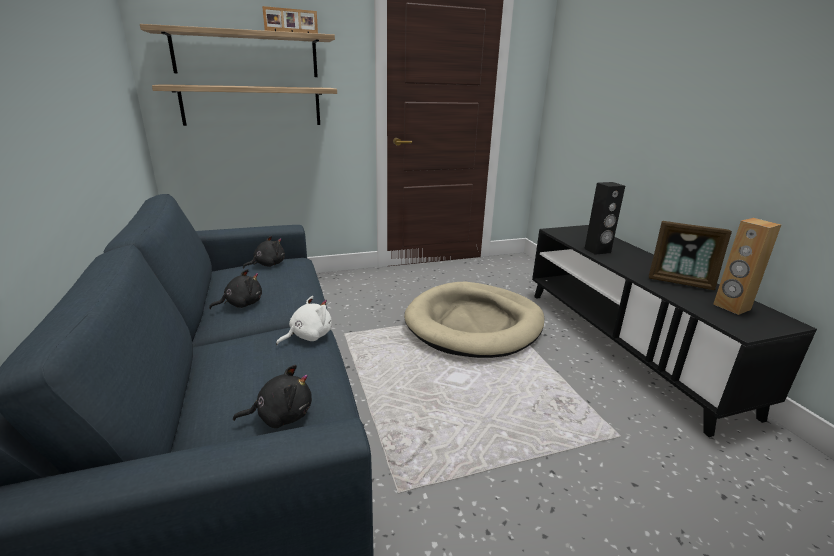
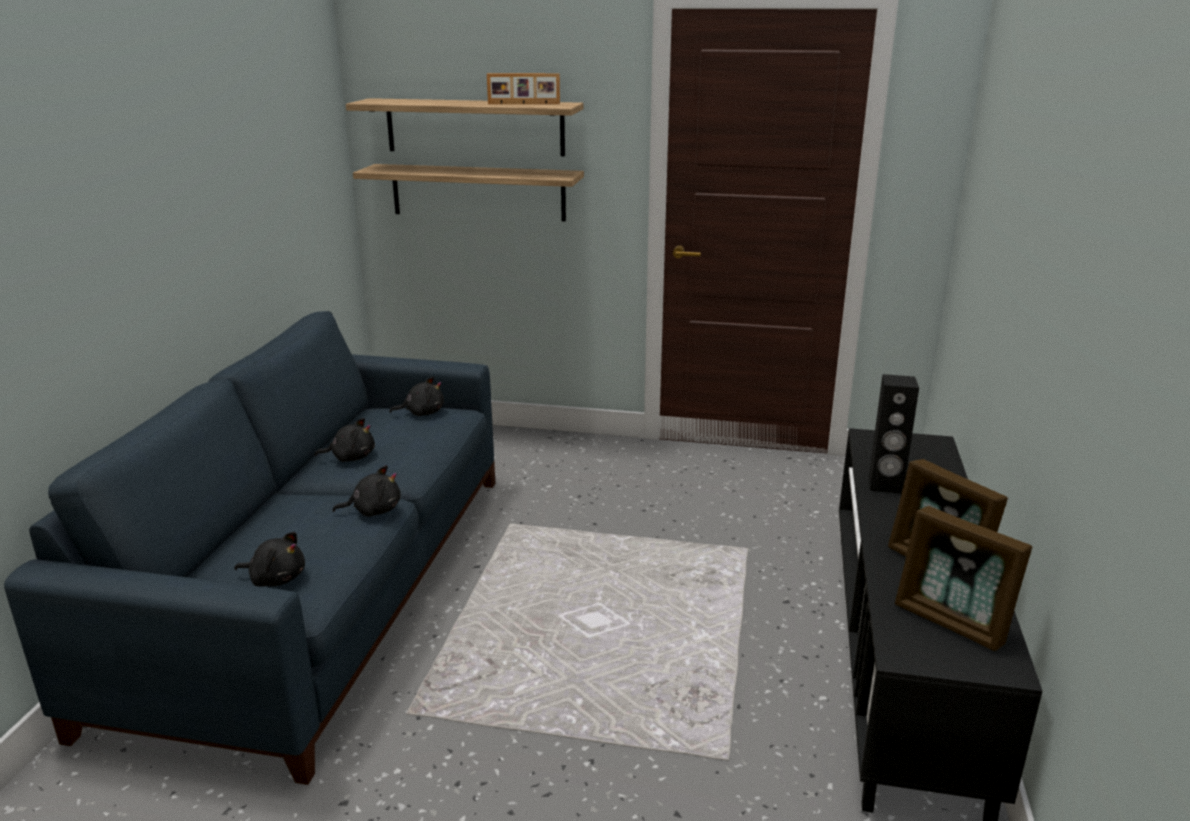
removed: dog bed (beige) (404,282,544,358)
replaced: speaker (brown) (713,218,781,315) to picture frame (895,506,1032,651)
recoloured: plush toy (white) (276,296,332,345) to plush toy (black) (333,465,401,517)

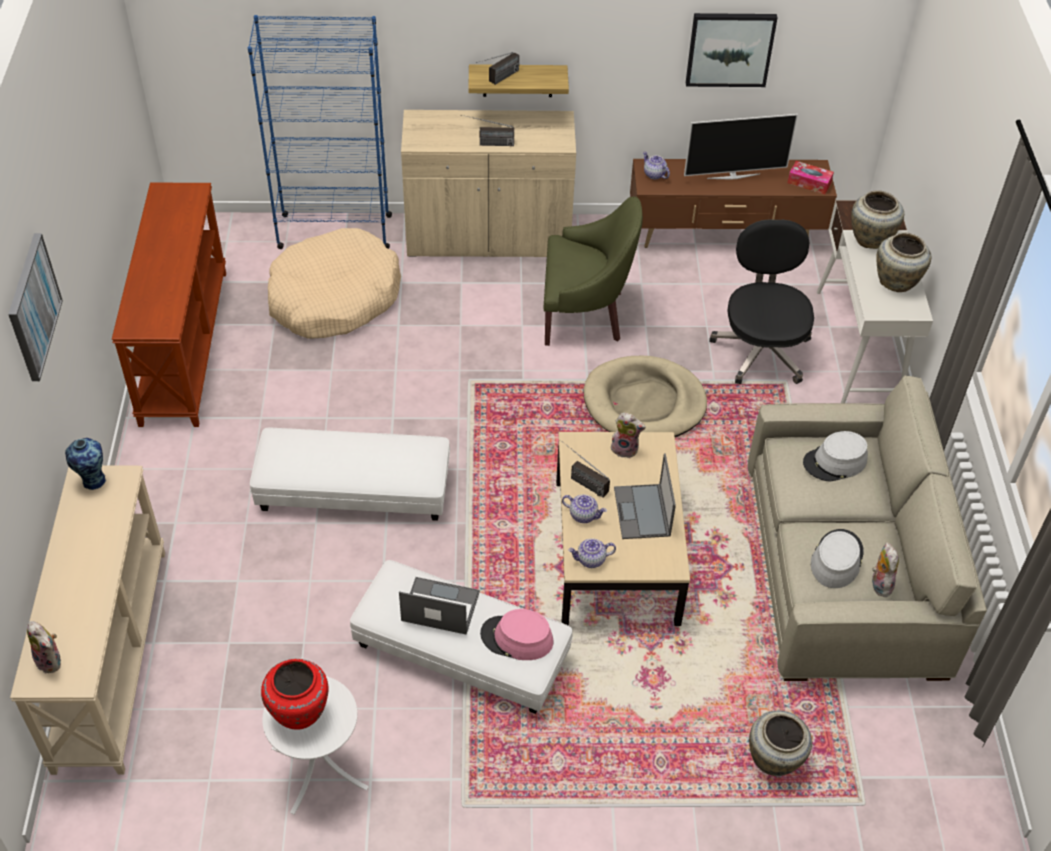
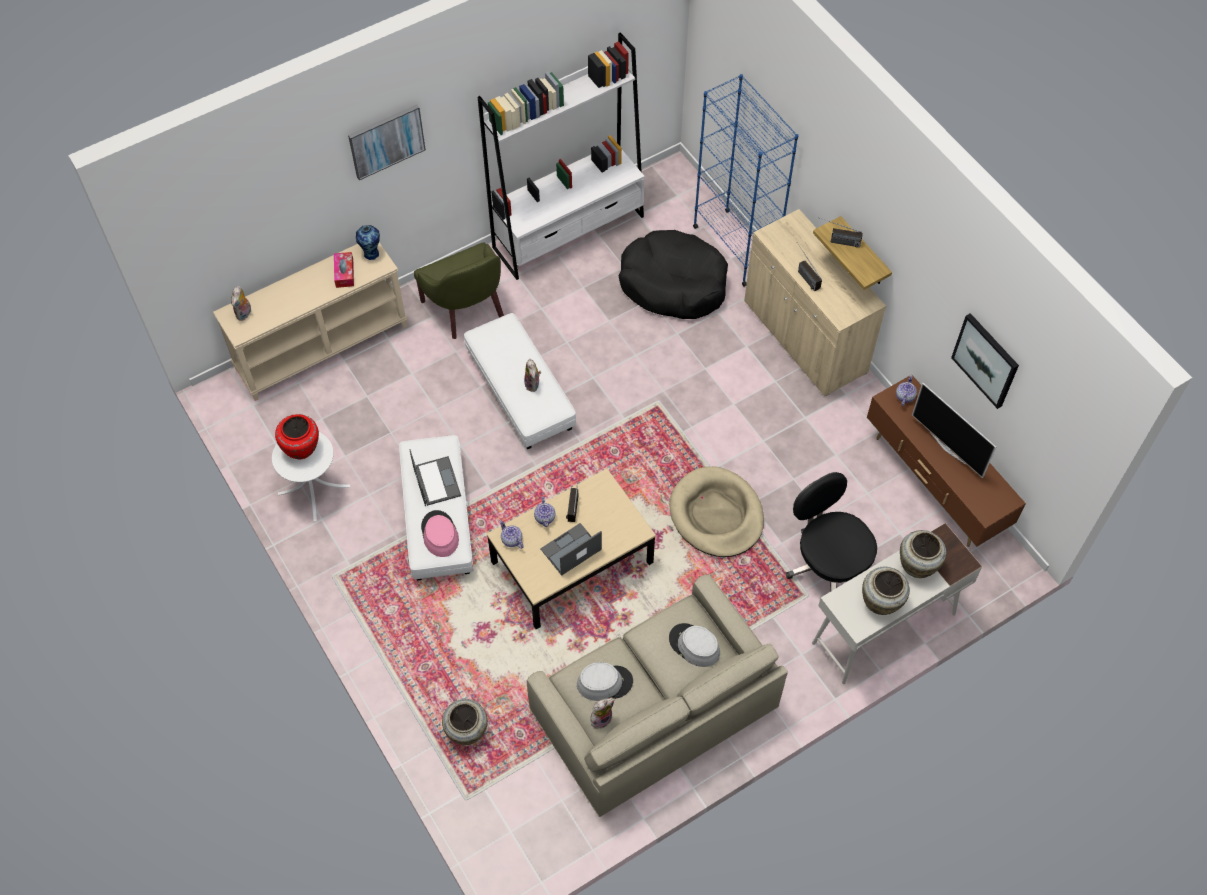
moved: armchair (green) (544,196,643,346) to (414,243,504,339); plush toy (611,413,646,459) to (524,359,541,392); tissue box (787,161,834,194) to (334,252,354,288)
replaced: console table (brown) (111,182,226,427) to bookcase (white) (478,33,645,280)
recoloured: dog bed (beige) (268,228,401,339) to dog bed (black) (618,230,728,319)
turned: office chair (black) (709,219,814,384) = (786,472,877,591) 90 degrees counterclockwise

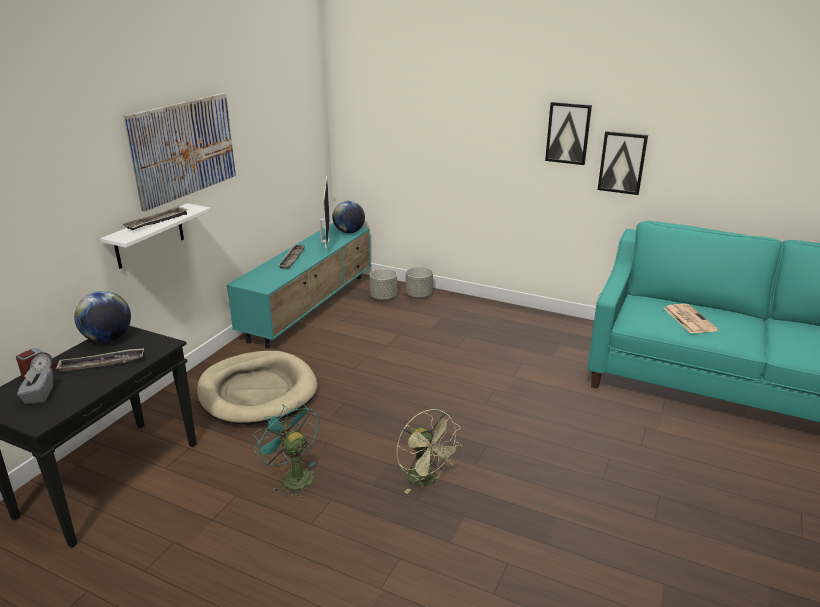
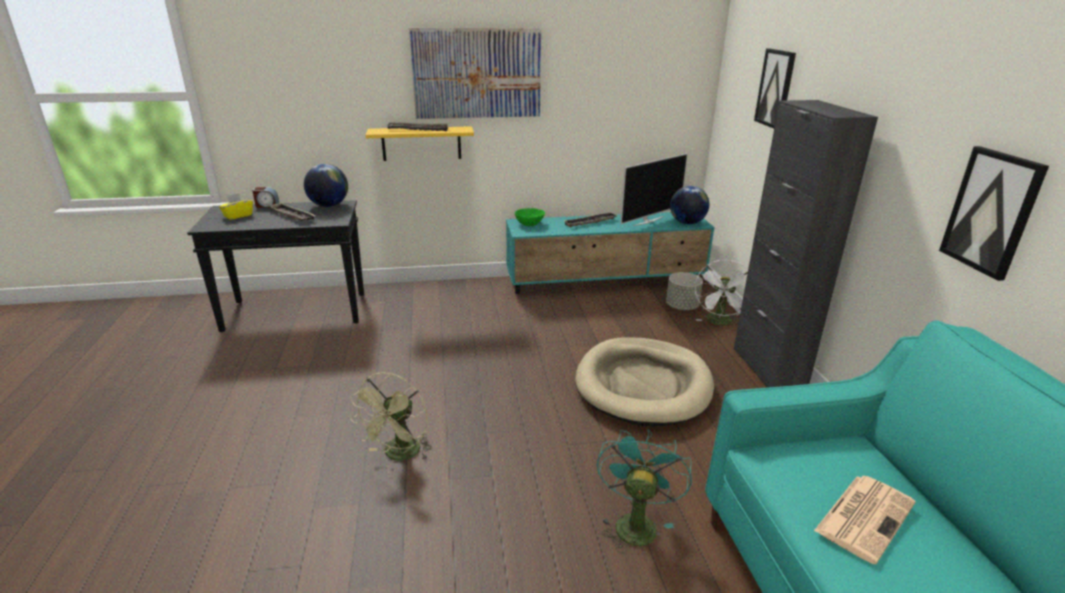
added: bowl (green) (515,208,545,226); cabinet (black) (734,100,878,387)
moved: dog bed (beige) (197,351,317,425) to (575,337,714,427); fan (turquoise) (253,401,320,498) to (597,430,692,554); picture (545,102,592,165) to (754,49,796,128)
replaced: planter (grey) (406,267,433,298) to fan (white) (695,260,748,325)
recoloured: tissue box (grey) (17,367,53,404) to tissue box (yellow) (219,193,253,220); shelf (white) (100,203,211,269) to shelf (yellow) (366,126,474,161)

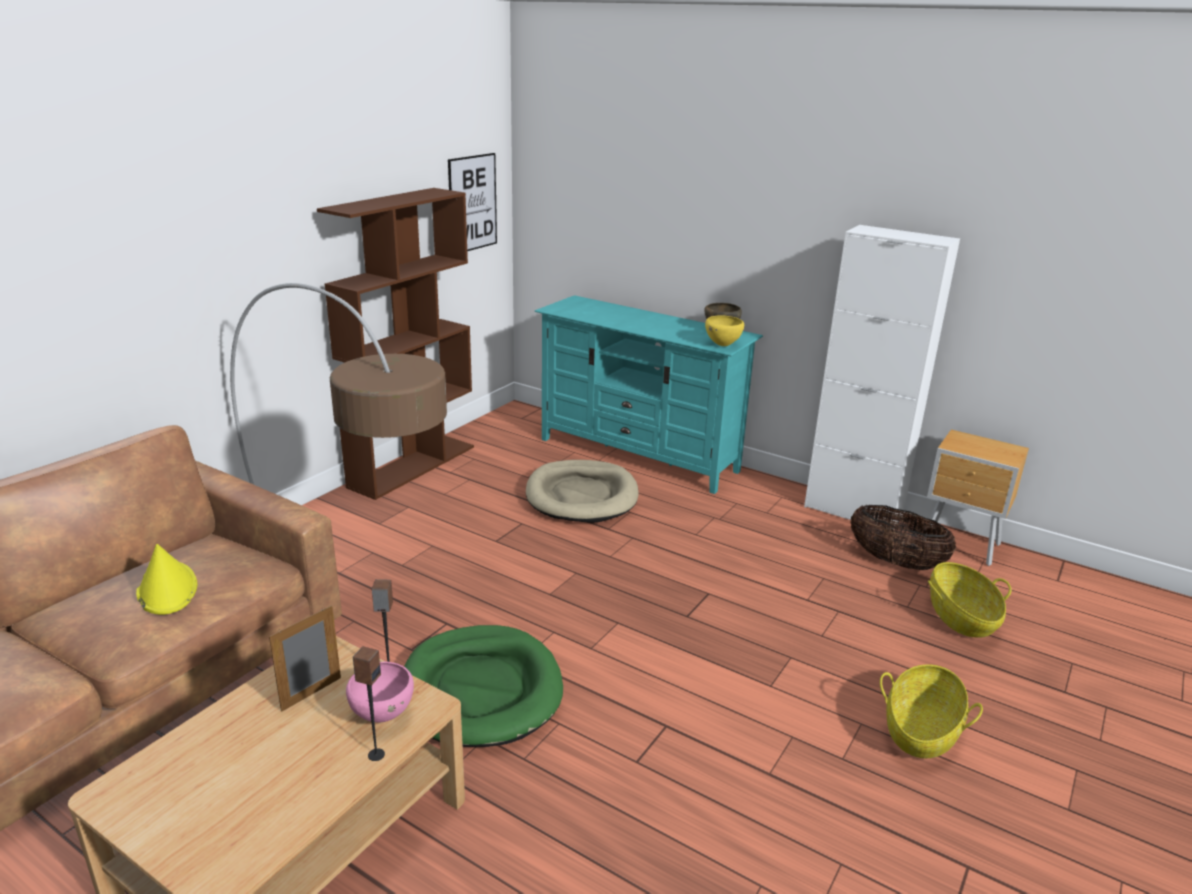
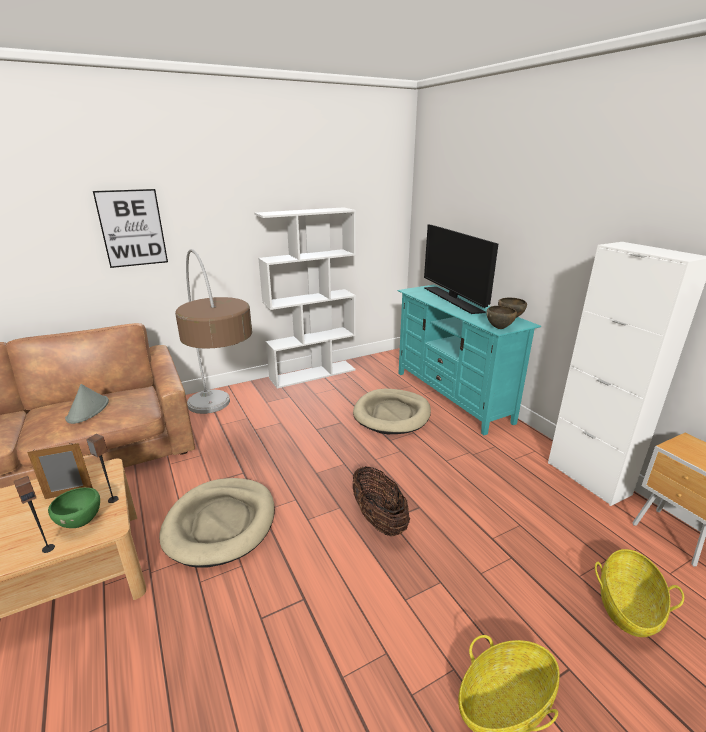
added: television (424,224,498,314)
moved: picture (448,153,497,251) to (93,189,168,268); basket (850,505,957,570) to (353,466,410,537)
recoloured: hat (yellow) (136,544,197,615) to hat (grey) (65,384,109,424); bookcase (brown) (317,188,474,500) to bookcase (white) (254,207,356,389); bowl (pink) (346,662,414,722) to bowl (green) (48,487,100,528); dog bed (green) (404,625,563,747) to dog bed (beige) (159,478,275,568); bowl (yellow) (705,315,744,346) to bowl (brown) (486,306,517,329)

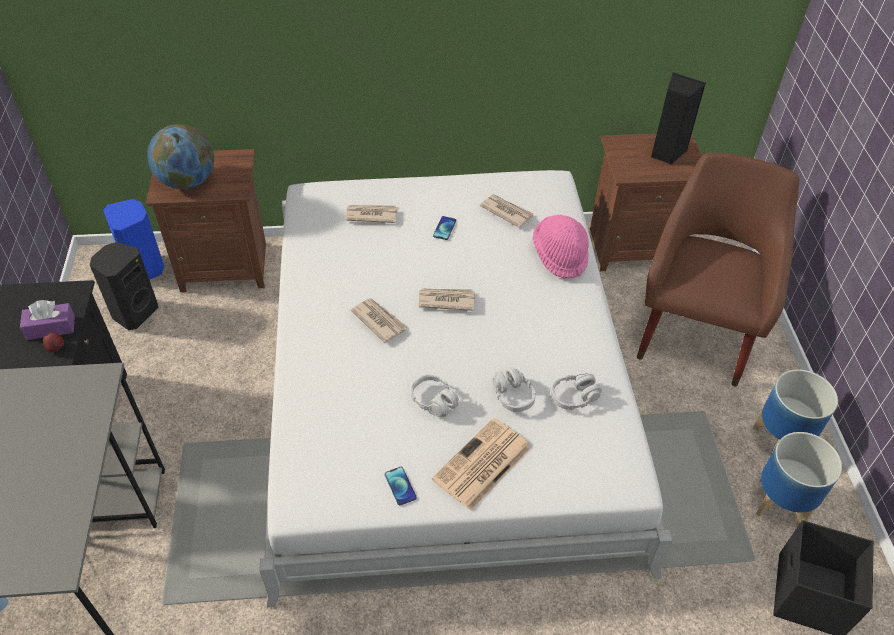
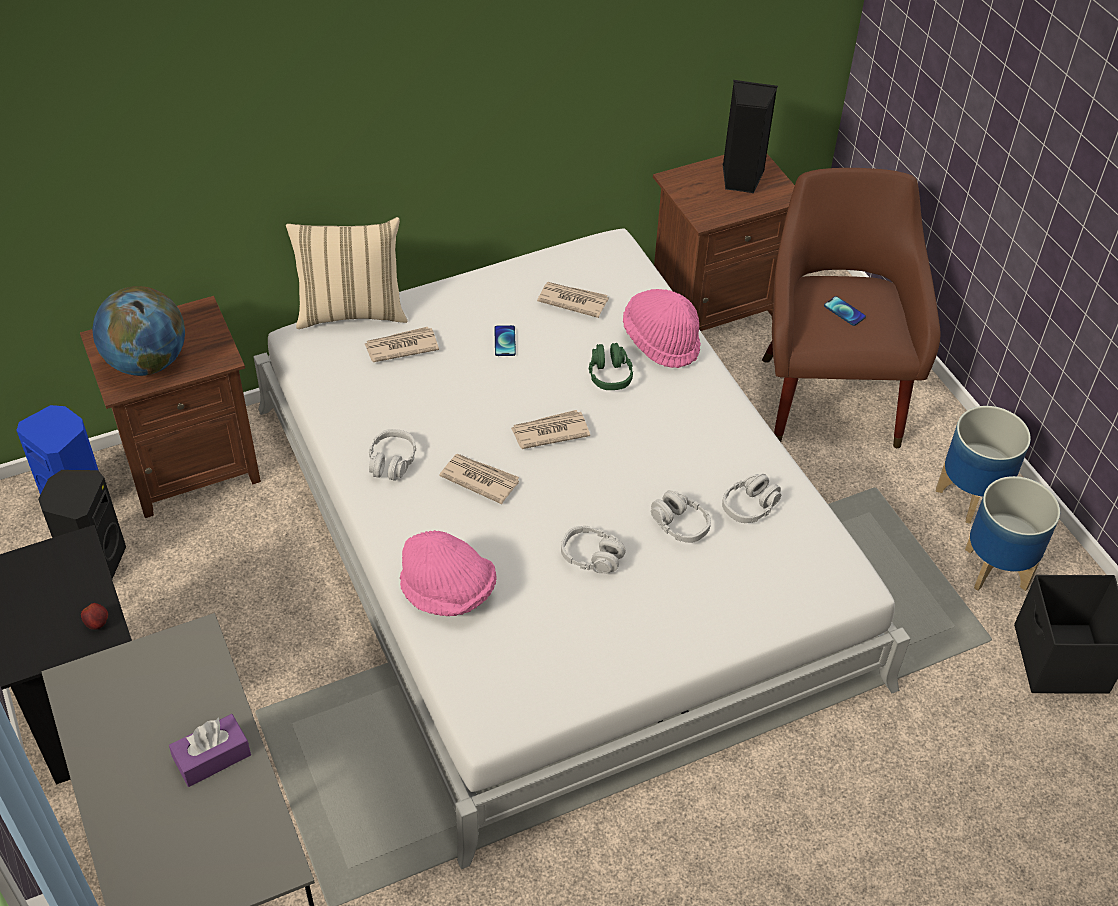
removed: newspaper (432,417,532,511)
added: pillow (beige) (286,217,408,329); headphones (grey) (369,429,416,481); hat (pink) (400,530,496,616); headphones (green) (588,343,633,390)
moved: tissue box (purple) (20,300,75,340) to (169,714,251,787); phone (385,467,417,505) to (824,296,866,326)

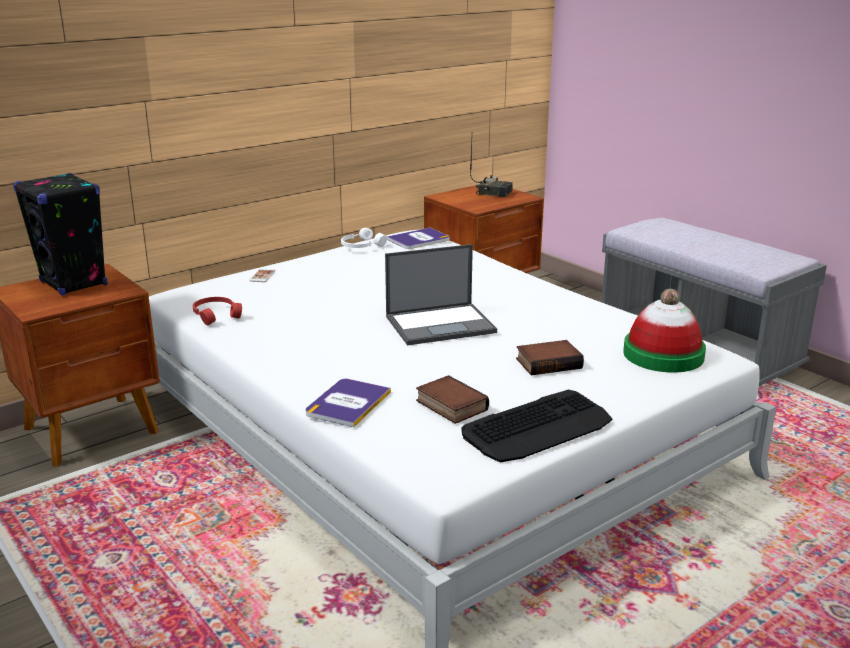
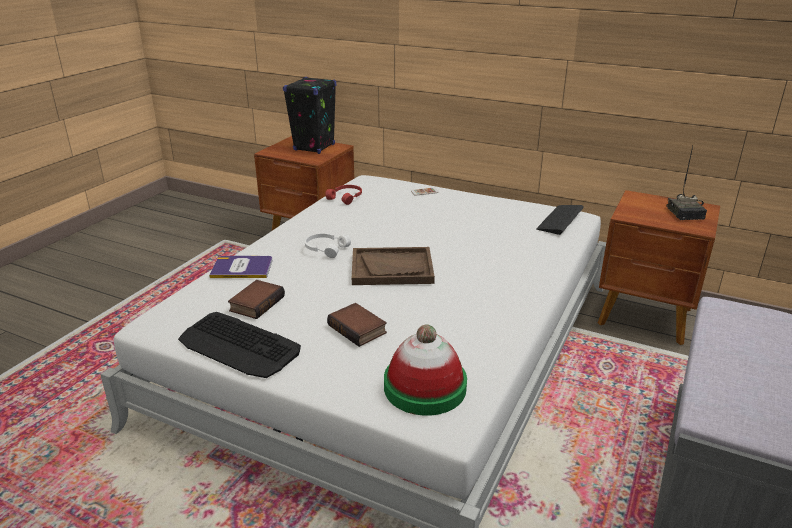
moved: headphones (white) (341,228,387,248) to (305,234,351,258)
replaced: laptop (385,244,497,345) to tray (brown) (352,247,435,285); book (387,228,450,249) to keyboard (536,205,584,235)

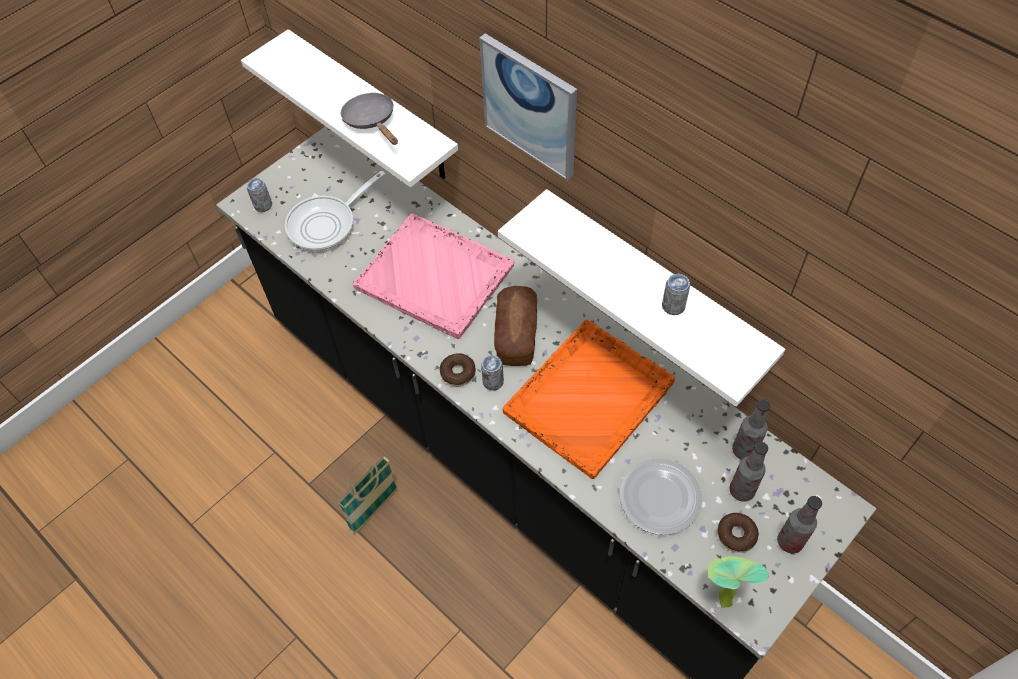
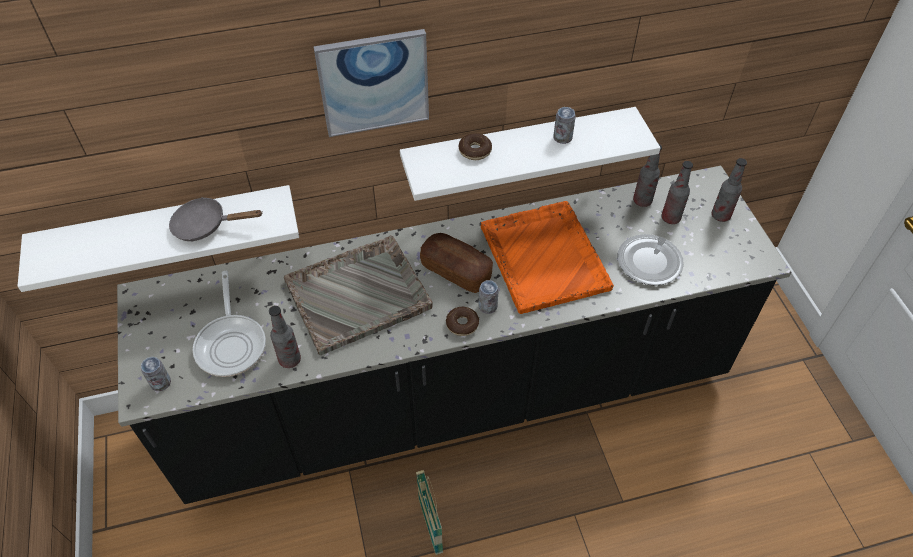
removed: potted plant (708,556,769,608)
added: bottle (269,306,301,368)
moved: donut (717,513,759,553) to (459,133,492,160)
recoloured: tray (pink) (352,213,514,339) to tray (grey) (284,235,433,355)

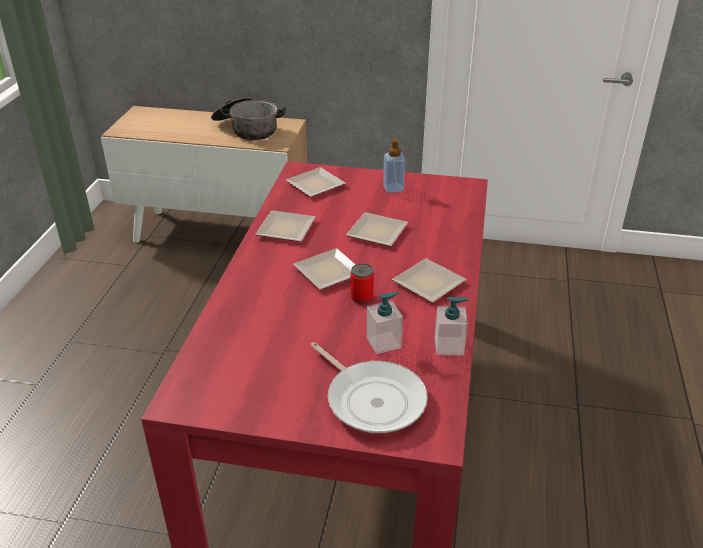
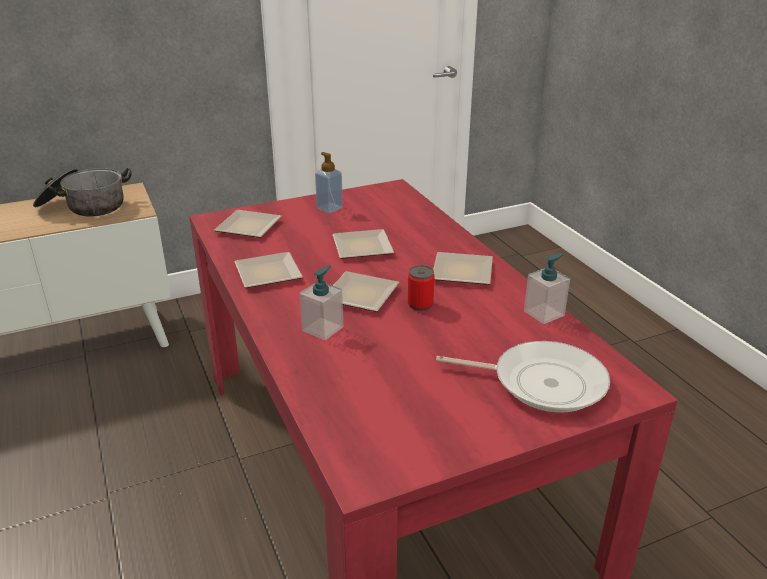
moved: soap dispenser (366,292,403,354) to (299,265,343,340)

